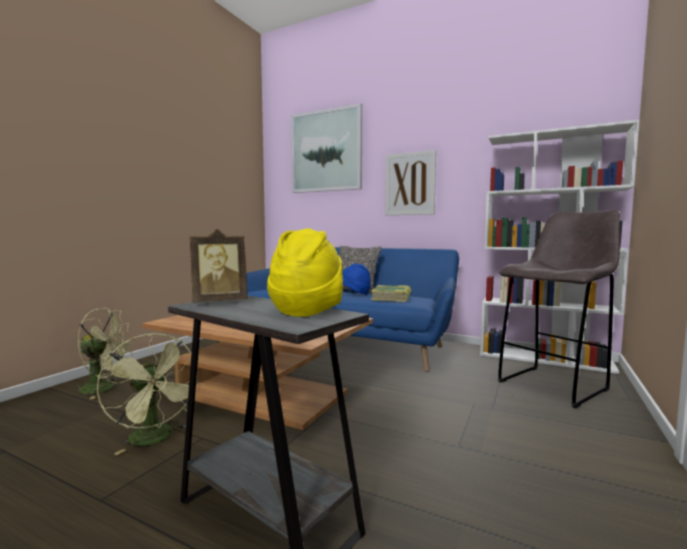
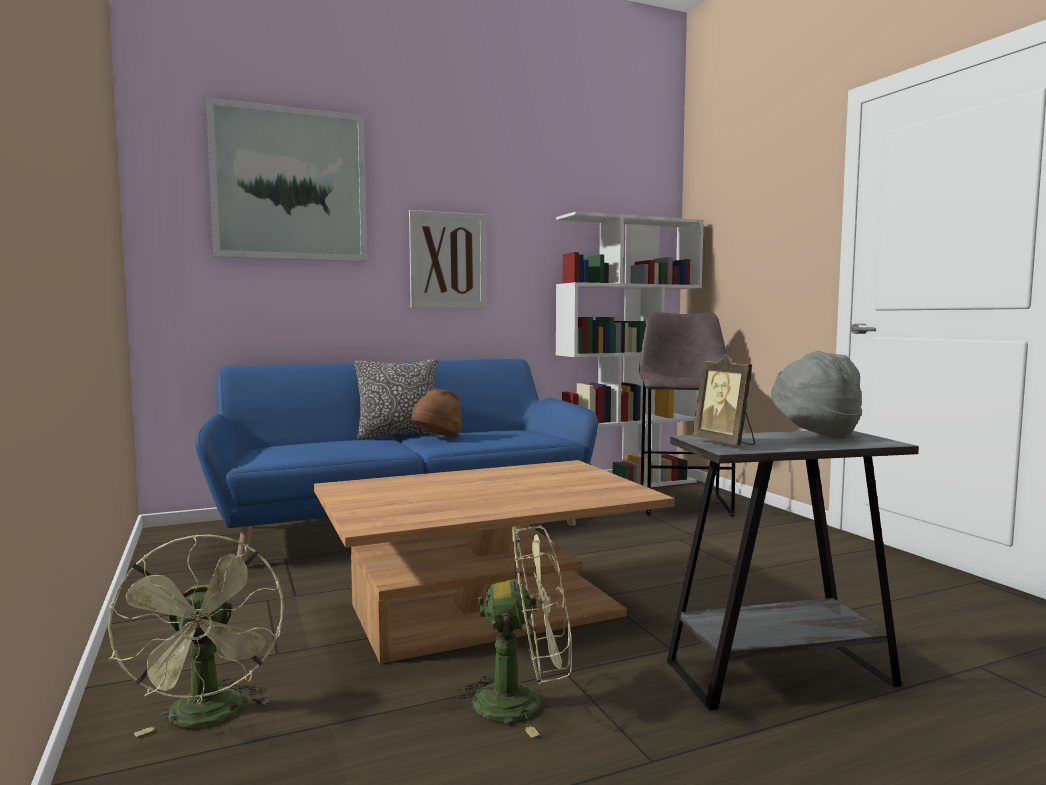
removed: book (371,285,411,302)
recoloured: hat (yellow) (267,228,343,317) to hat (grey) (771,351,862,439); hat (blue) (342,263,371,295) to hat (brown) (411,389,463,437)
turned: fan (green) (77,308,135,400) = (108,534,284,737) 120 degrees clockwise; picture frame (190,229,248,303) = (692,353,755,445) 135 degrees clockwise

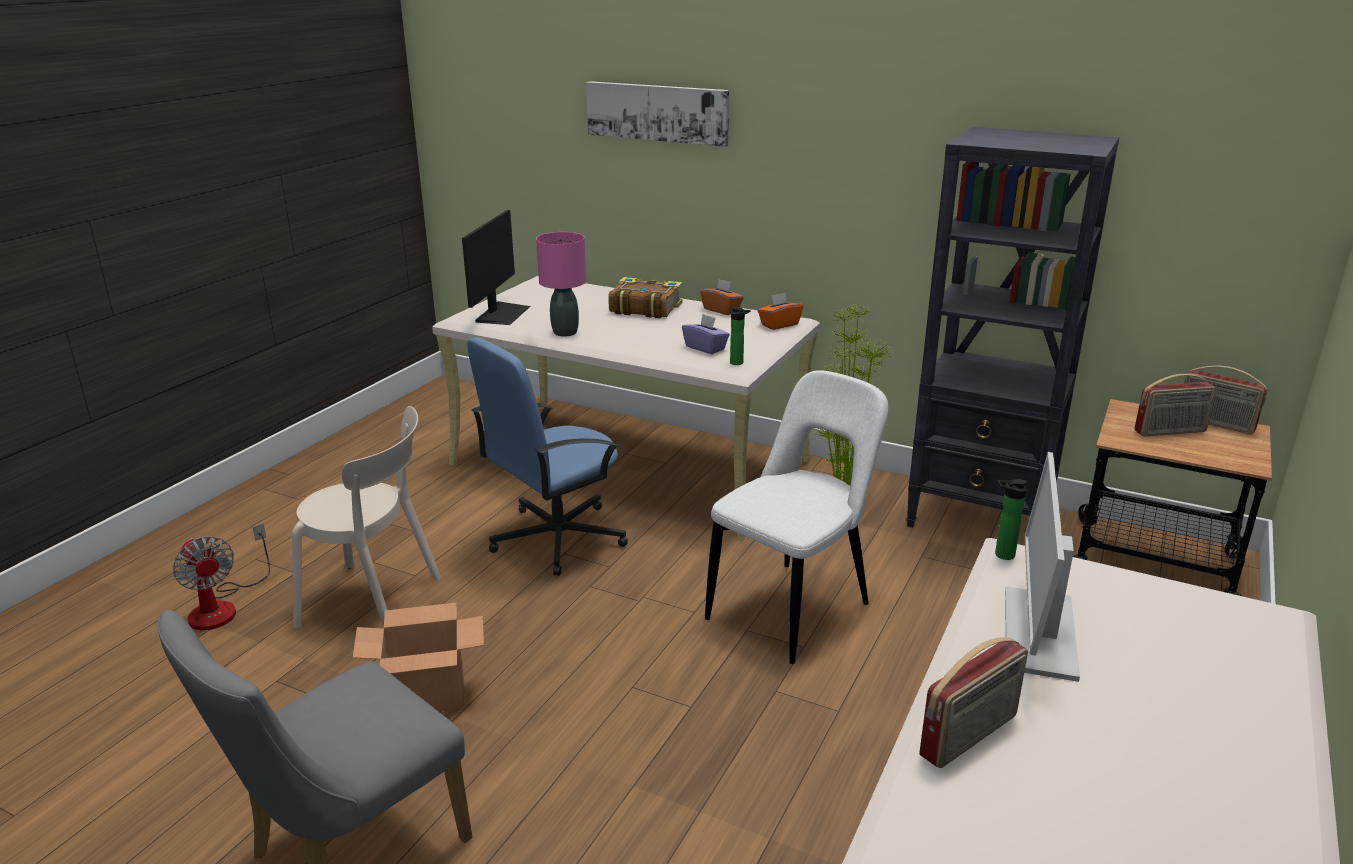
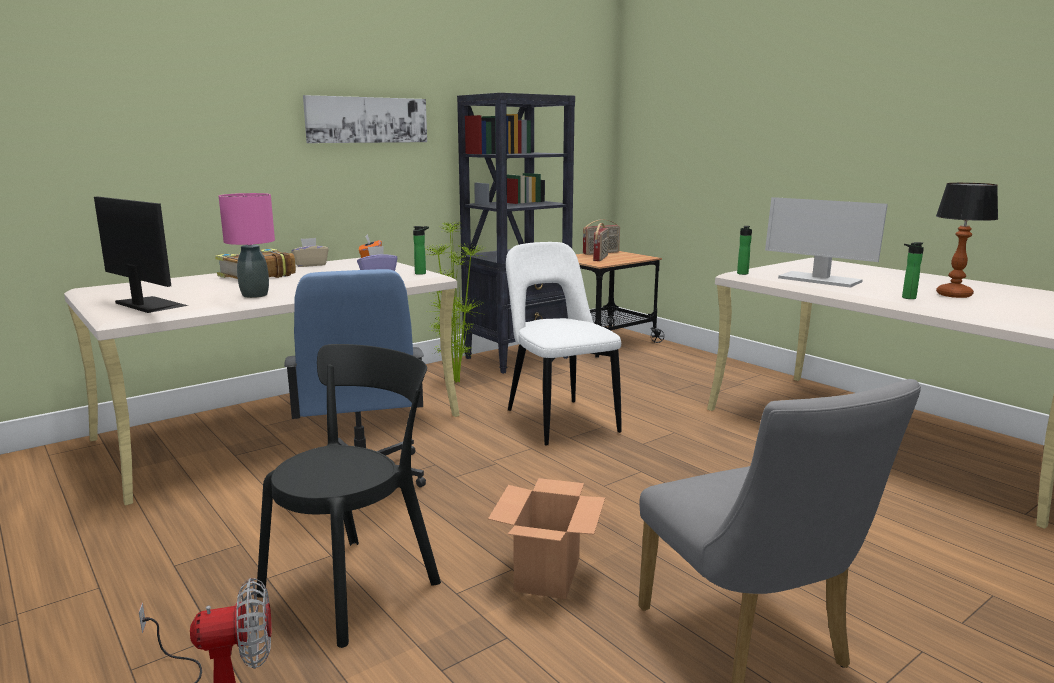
added: table lamp (936,183,998,298)
moved: picture (586,81,729,147) to (303,95,427,143)
replaced: radio (919,637,1028,768) to bottle (902,242,924,299)
recoloured: chair (beige) (292,406,441,628) to chair (black) (257,344,441,648); tissue box (orange) (700,279,744,315) to tissue box (beige) (291,238,329,267)

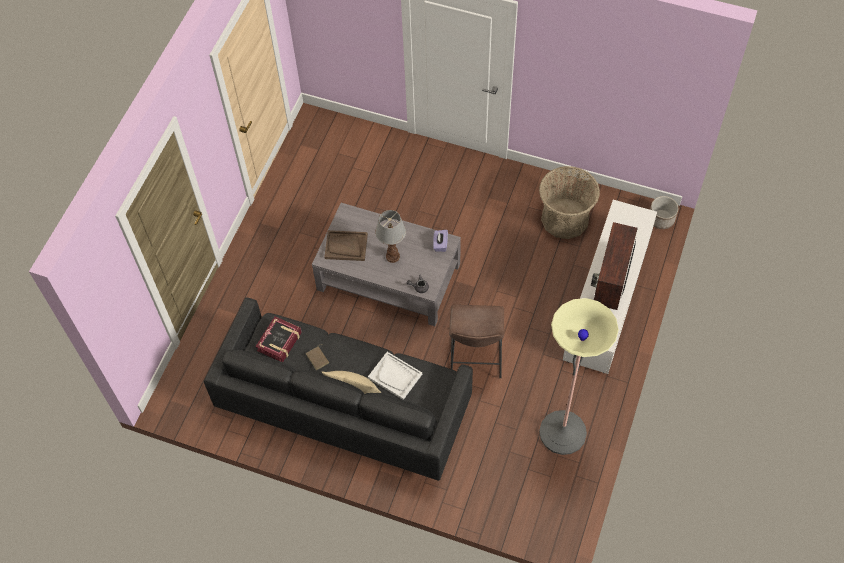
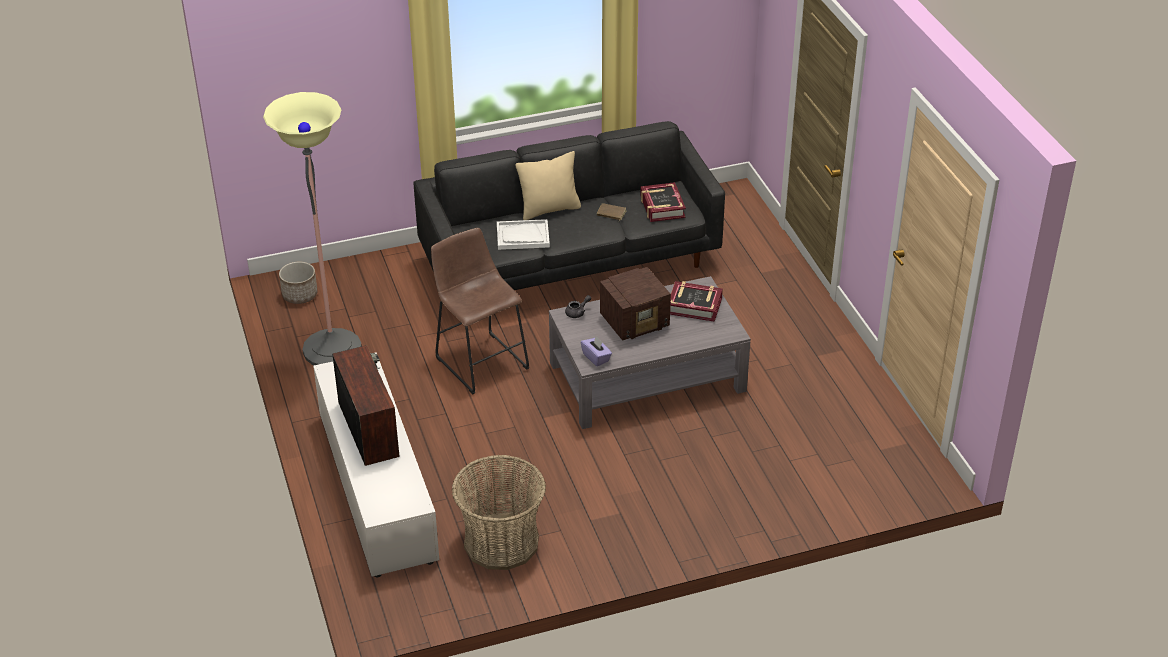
moved: planter (650,196,678,229) to (279,262,318,304)
replaced: tray (brown) (324,230,368,261) to book (670,281,723,322); table lamp (375,210,406,263) to radio (600,267,671,341)

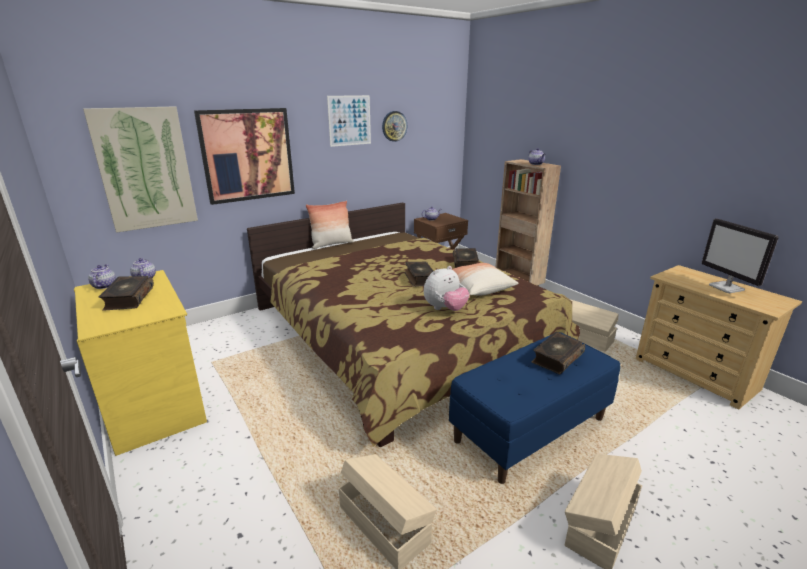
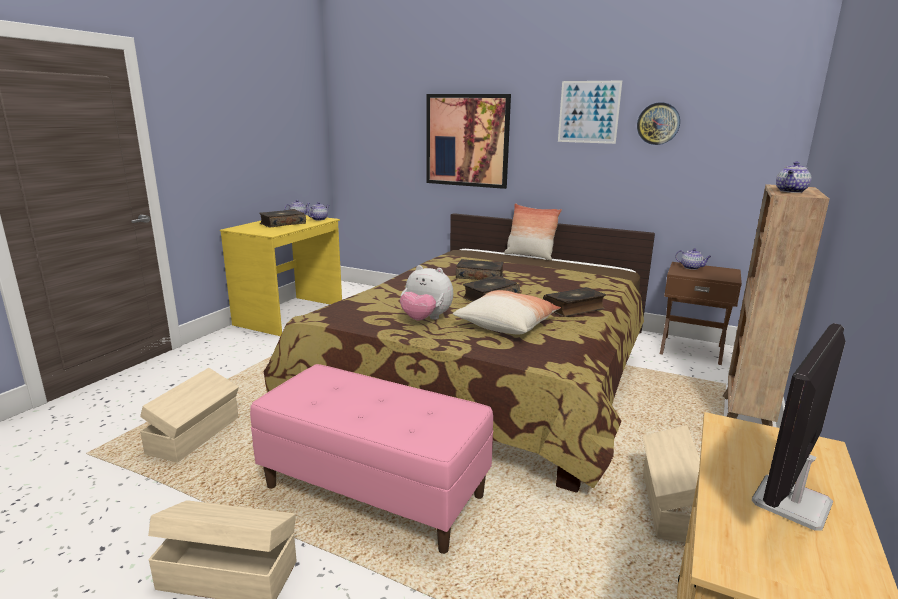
removed: picture (83,106,198,233)
moved: book (531,332,585,374) to (456,259,504,280)
recoloured: bench (blue) (449,332,620,484) to bench (pink) (250,364,493,554)

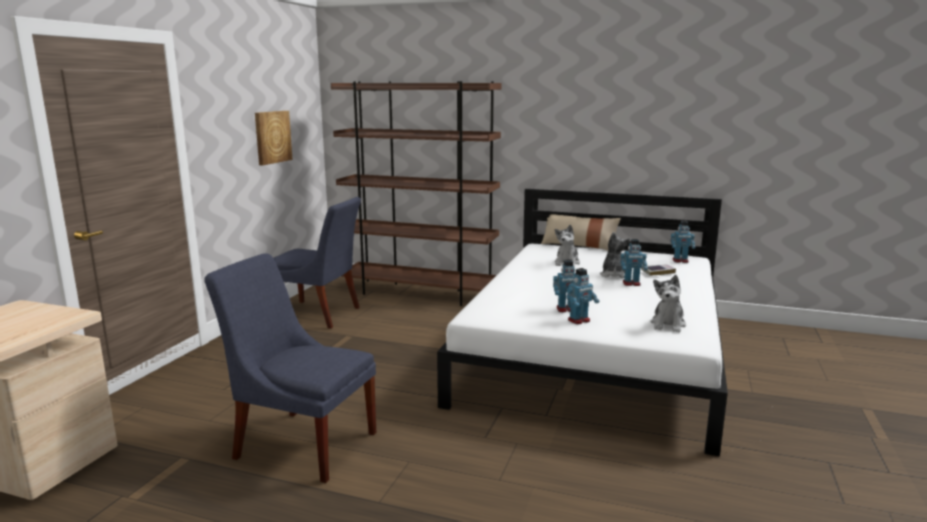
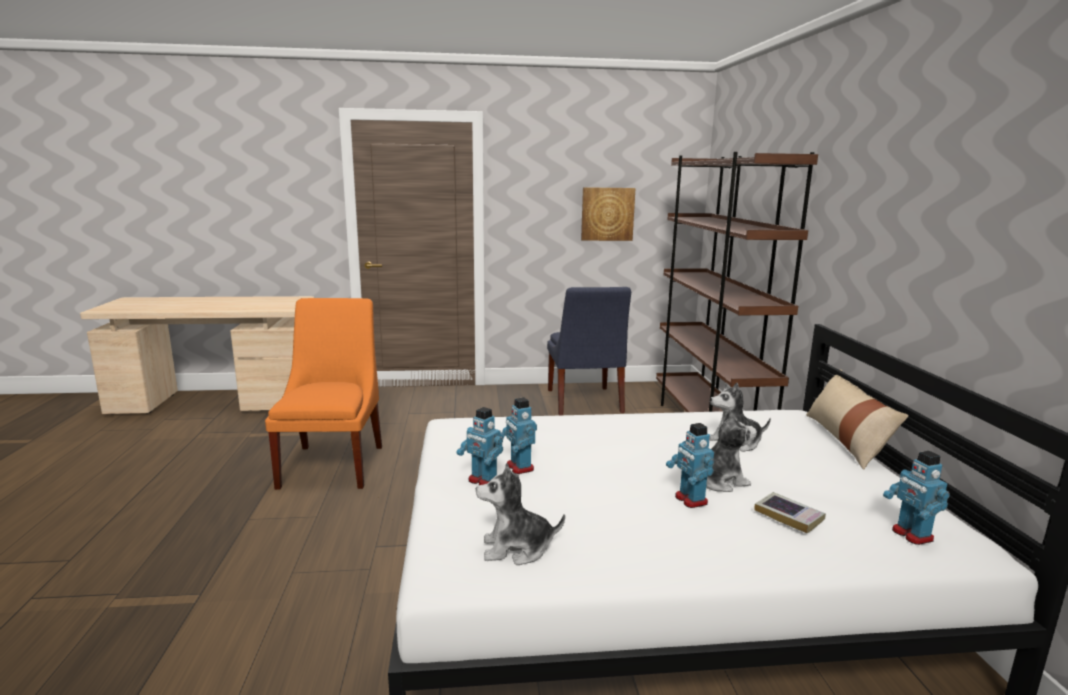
recoloured: chair (blue) (205,253,376,483) to chair (orange) (265,298,382,490)

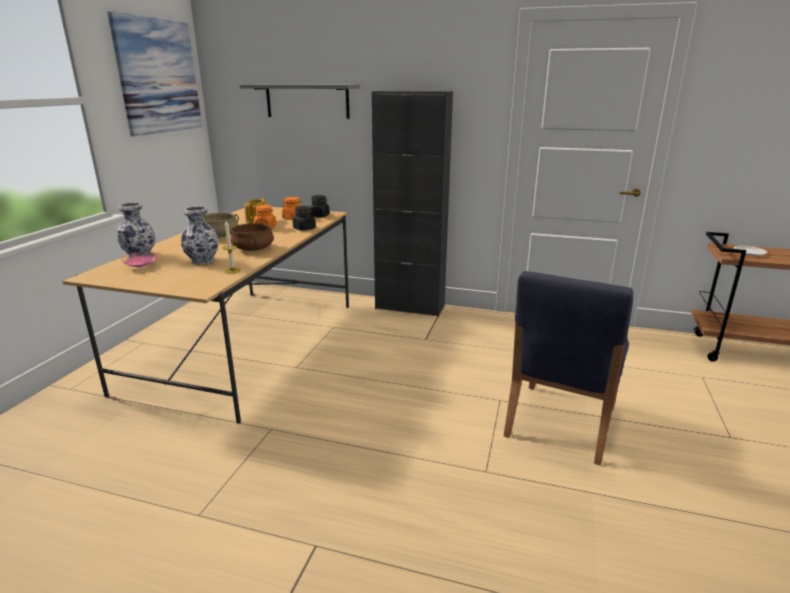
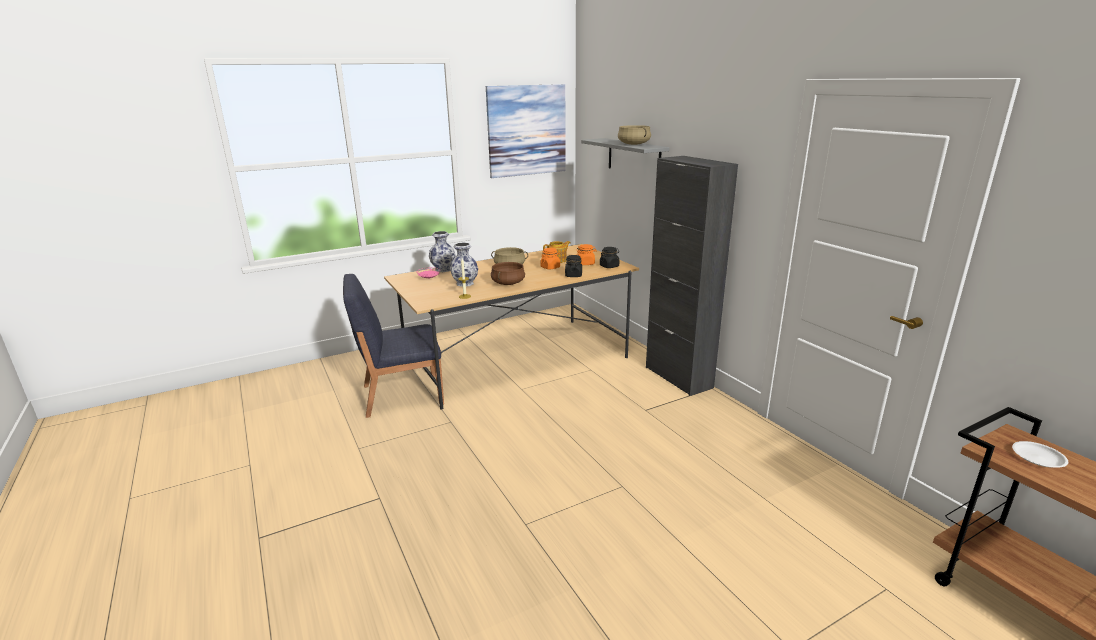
added: cooking pot (beige) (618,125,651,145)
moved: chair (blue) (503,271,633,465) to (343,274,444,418)

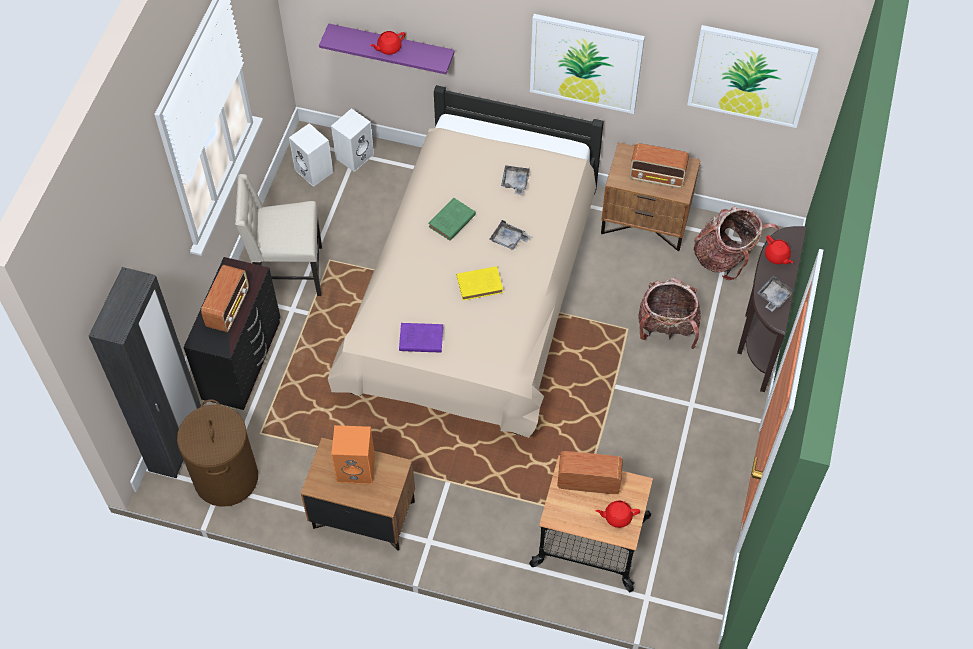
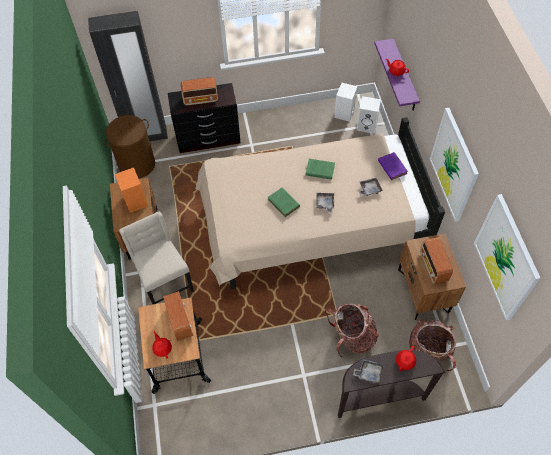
moved: chair (beige) (235,174,322,296) to (119,211,194,304); book (purple) (399,323,443,353) to (378,152,408,180)
recoloured: book (yellow) (457,266,503,300) to book (green) (268,188,300,217)

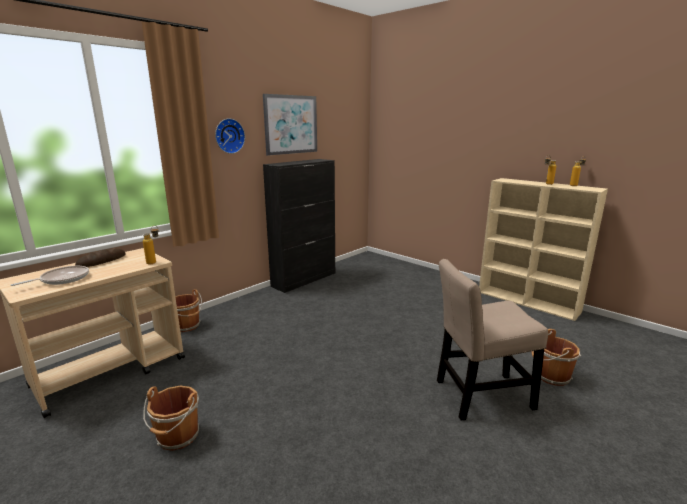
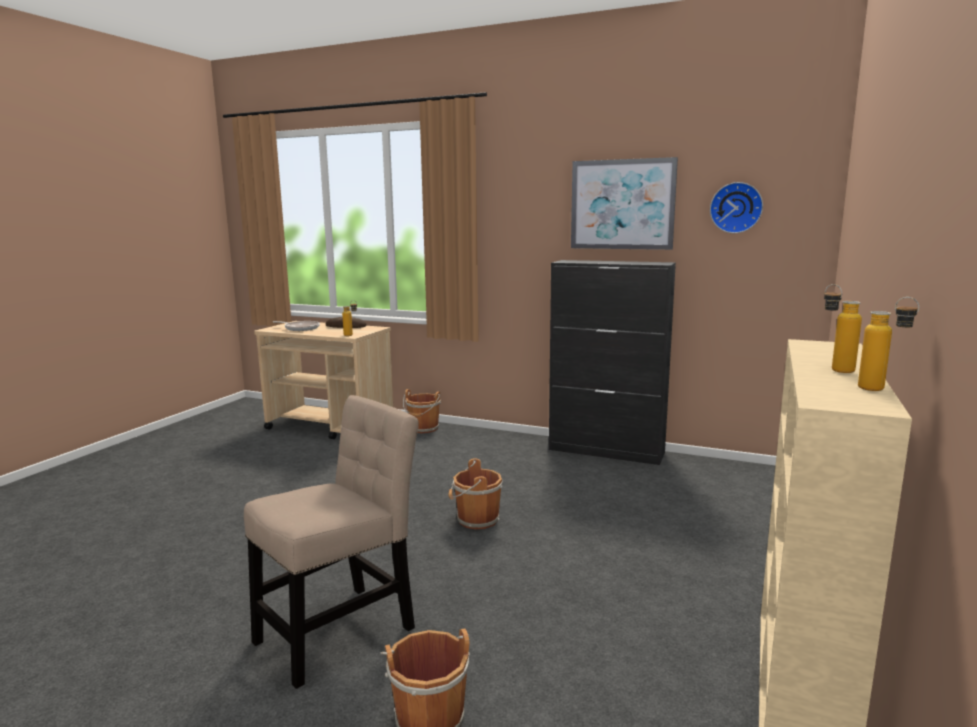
moved: bucket (brown) (143,385,199,451) to (448,458,502,529); wall clock (215,118,245,154) to (710,182,763,233)
turned: chair (beige) (437,259,548,421) = (244,395,419,689) 75 degrees clockwise

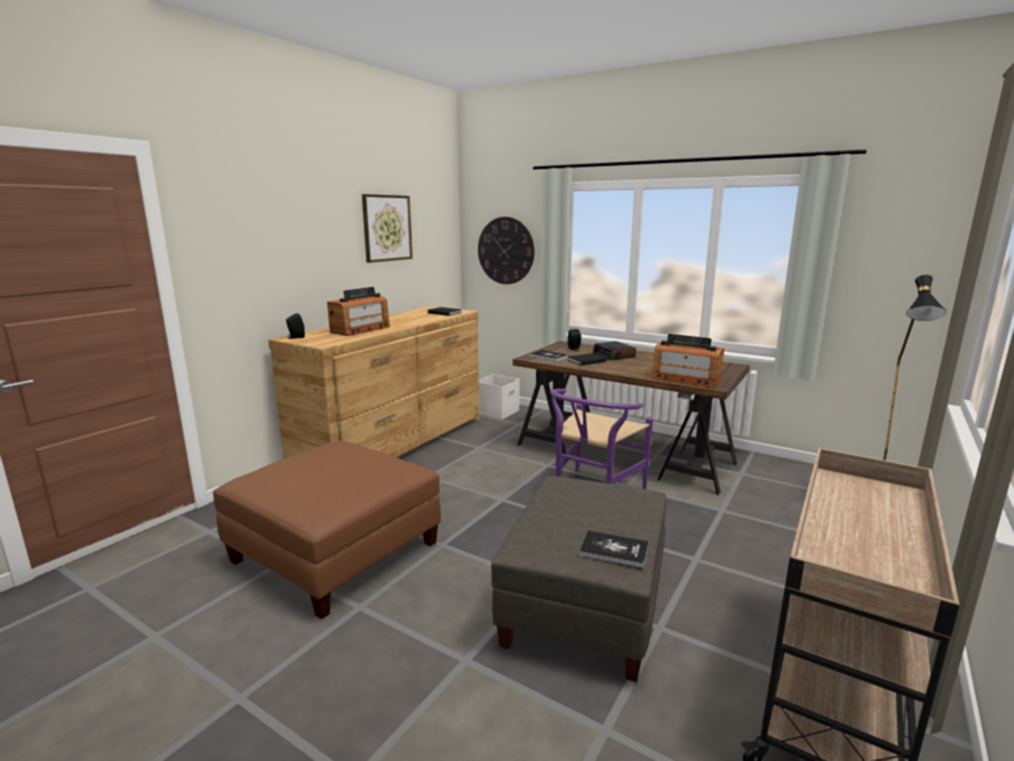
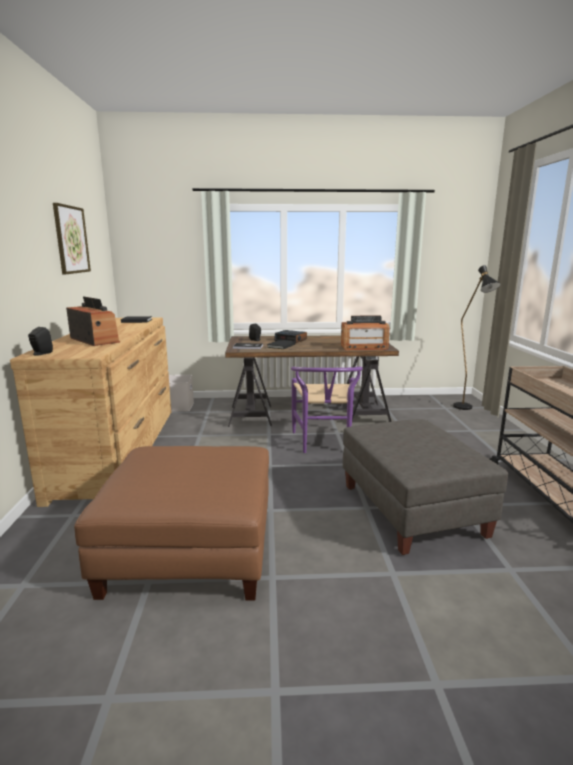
removed: wall clock (478,217,534,284); book (579,531,649,568)
turned: radio (327,287,390,336) = (66,296,120,346) 45 degrees counterclockwise

